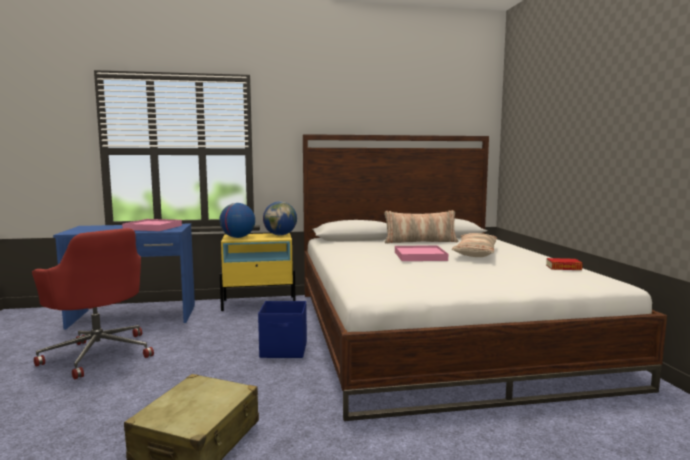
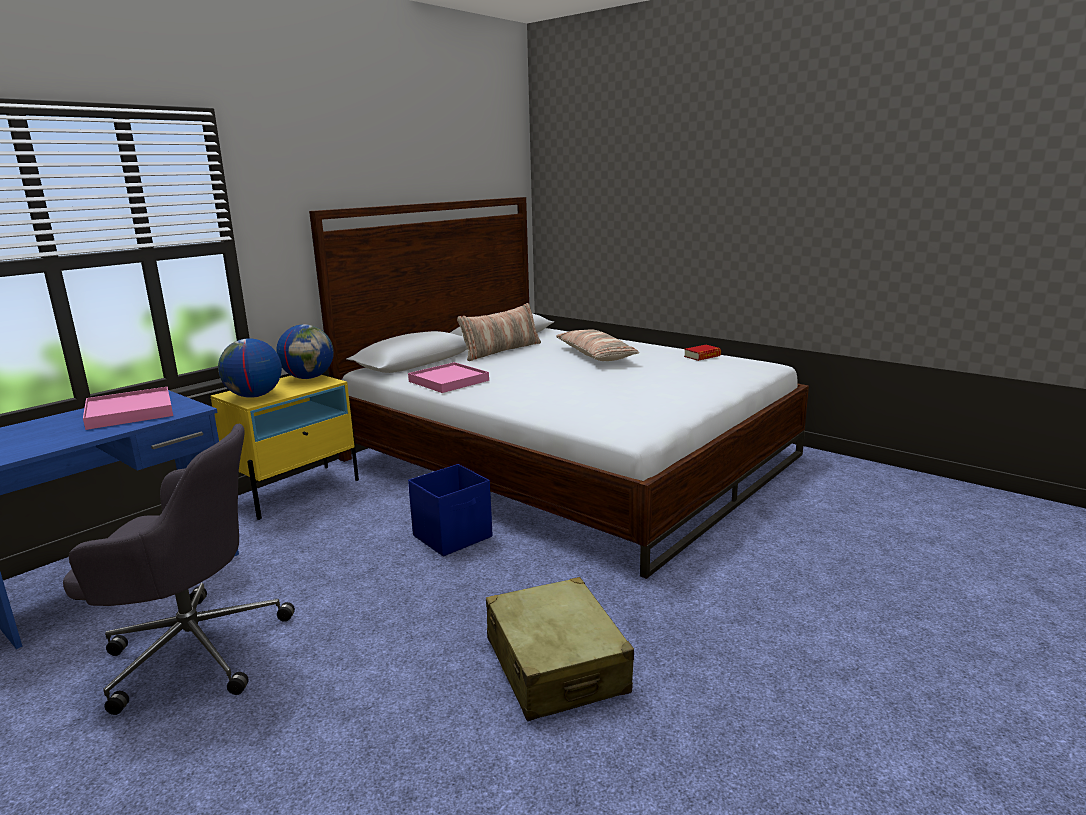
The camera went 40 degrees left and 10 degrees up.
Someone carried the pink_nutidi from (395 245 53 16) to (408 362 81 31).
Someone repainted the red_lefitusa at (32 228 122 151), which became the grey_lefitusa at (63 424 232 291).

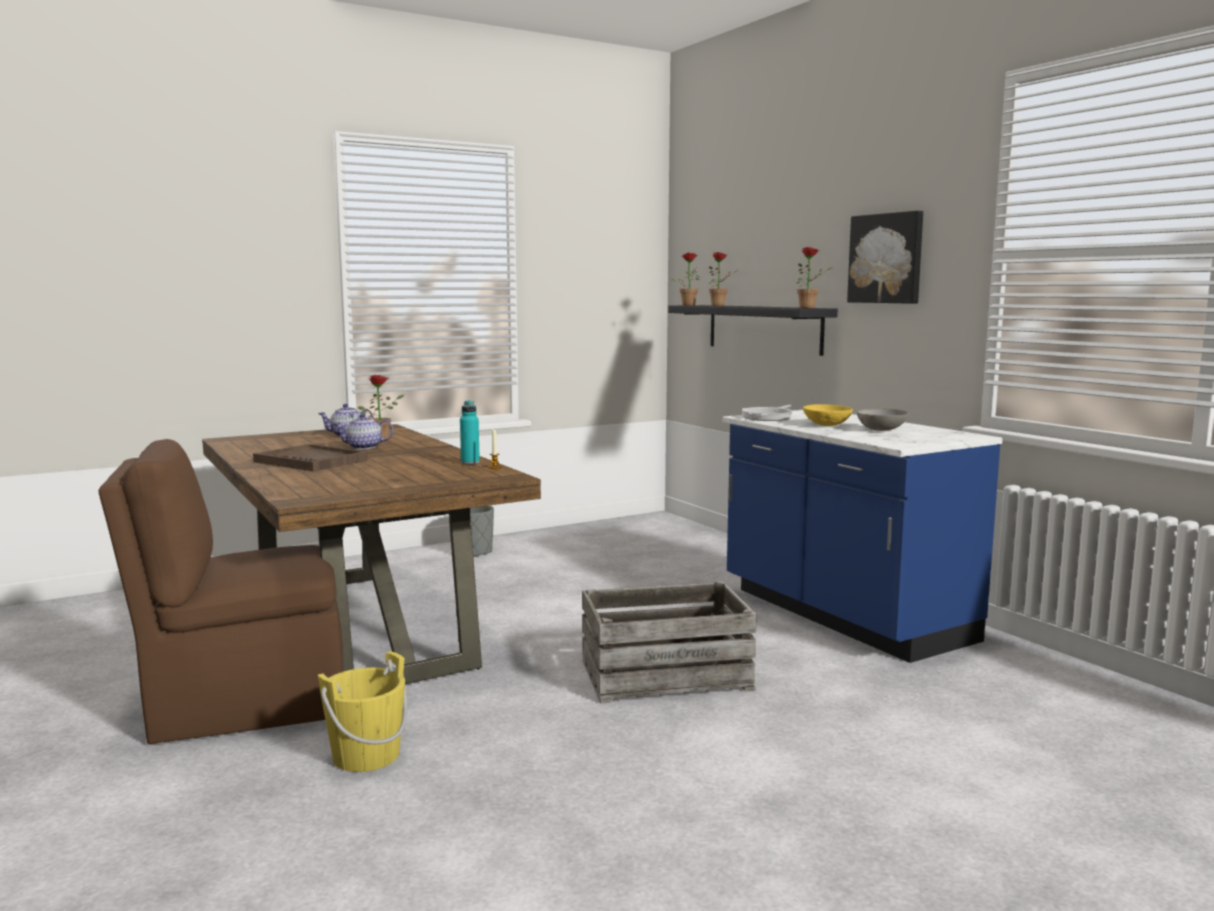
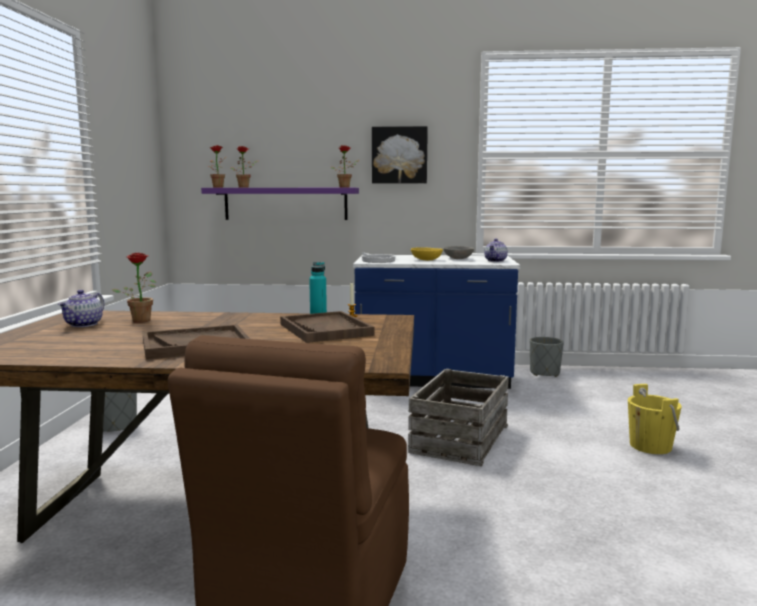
The camera went 55 degrees left and 0 degrees up.
Someone put down the brown_nutidi at (280 311 95 32).
Someone put down the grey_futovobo at (530 337 34 40).
Someone carried the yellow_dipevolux from (318 651 89 121) to (628 384 54 70).
Someone carried the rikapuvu from (333 414 60 35) to (484 239 24 23).
Someone repainted the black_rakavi at (668 305 170 51), which became the purple_rakavi at (201 188 158 32).

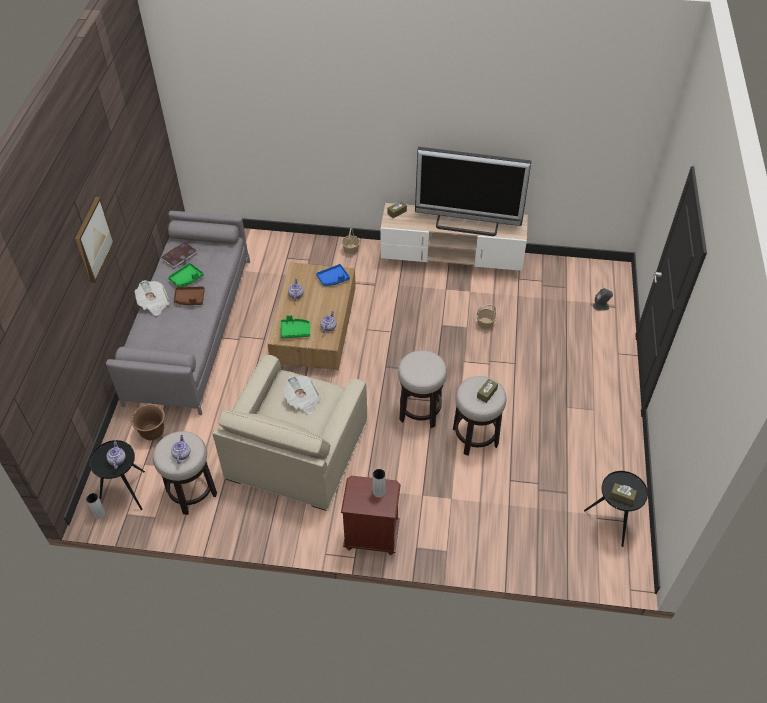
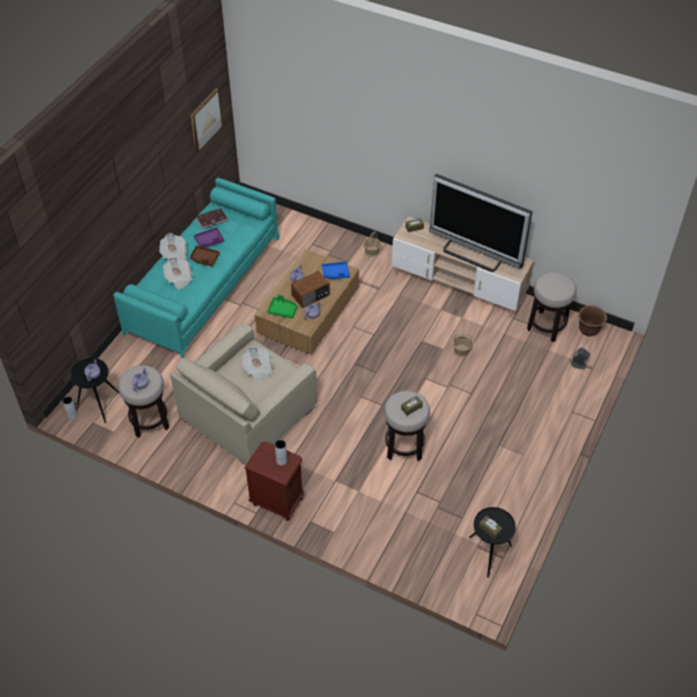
The camera went 20 degrees right and 0 degrees up.
Someone put down the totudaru at (163 257 30 33).
Someone put down the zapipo at (291 271 39 37).
Someone carried the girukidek from (75 197 39 86) to (190 88 33 65).
Someone carried the brown_futovobo from (131 404 34 36) to (578 305 29 31).
Someone carried the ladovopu from (398 350 49 78) to (527 272 49 70).
Someone repainted the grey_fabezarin at (106 211 144 204), which became the turquoise_fabezarin at (113 178 166 180).
Someone repainted the green_nutidi at (168 263 36 24), which became the purple_nutidi at (194 227 30 20).

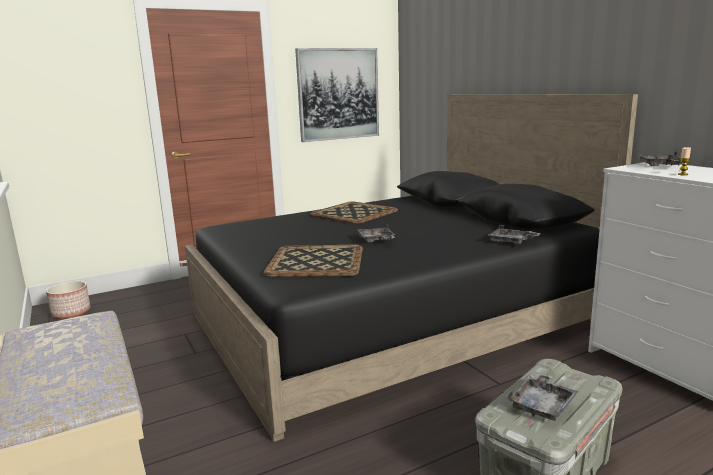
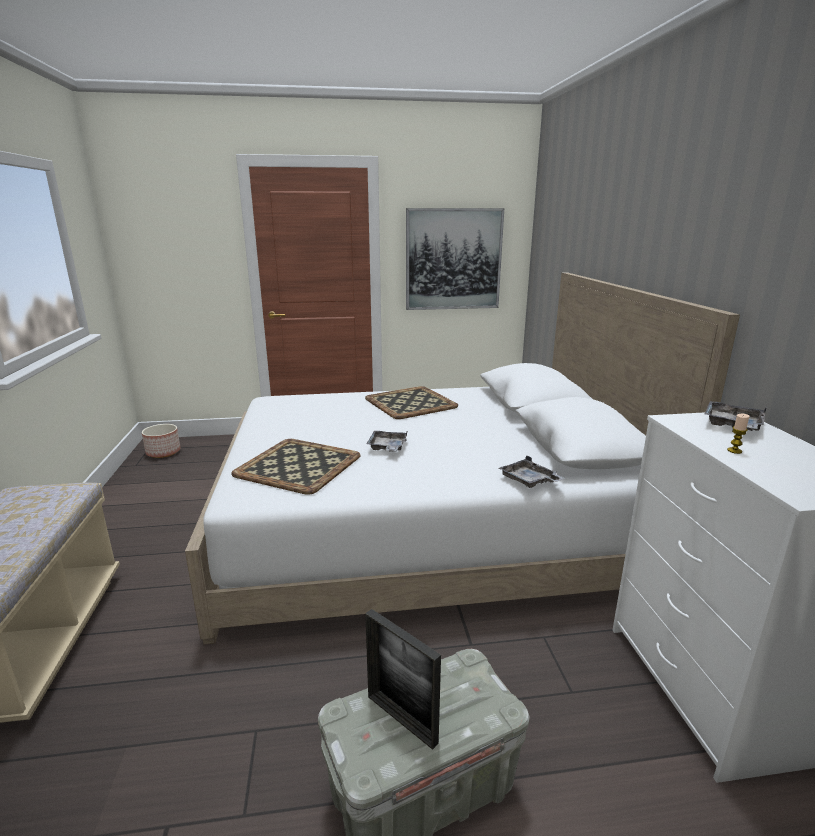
The camera went 20 degrees right and 5 degrees up.
Someone swapped the grey_nutidi at (508 372 70 49) for the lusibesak at (365 609 76 141).
Someone repainted the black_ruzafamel at (185 94 453 348), which became the white_ruzafamel at (185 273 555 372).

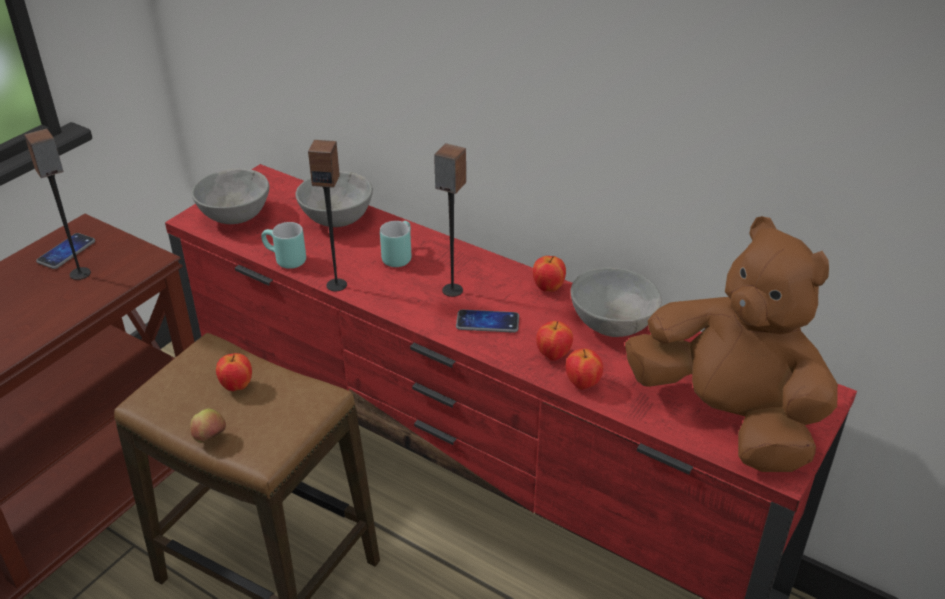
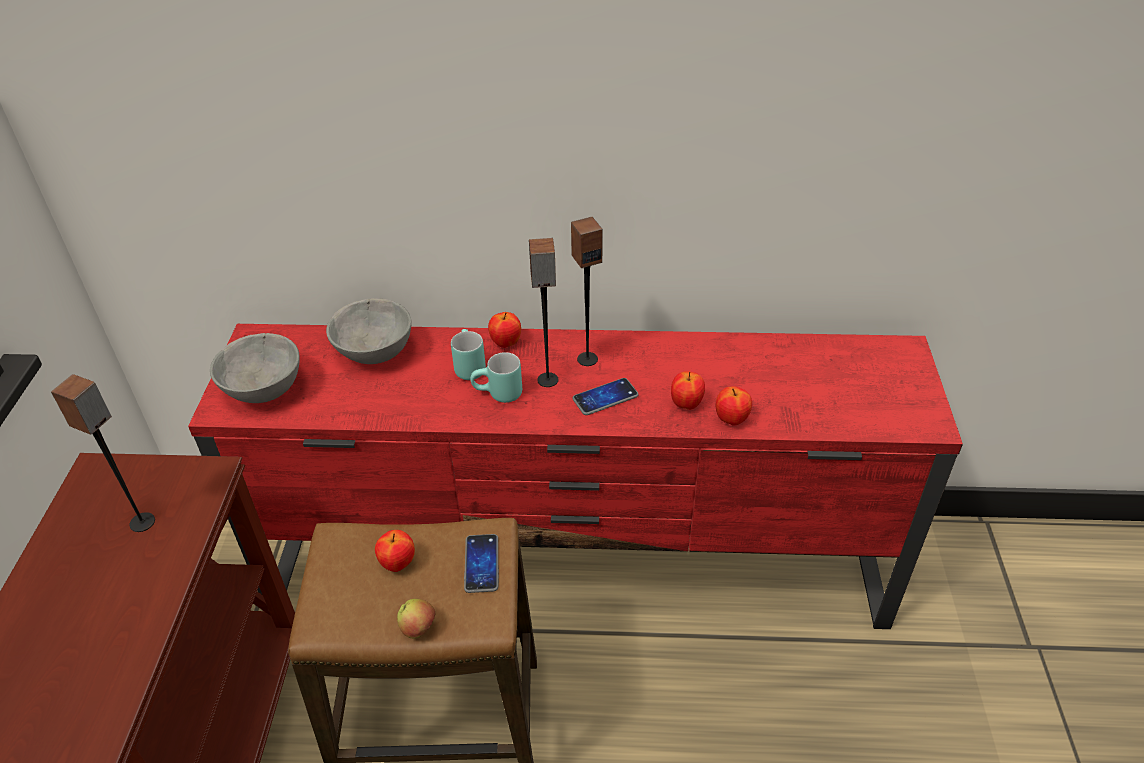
The camera went 30 degrees left and 5 degrees up.
Someone took away the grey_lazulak at (571 267 91 70).
Someone took away the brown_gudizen at (625 216 213 256).
Someone carried the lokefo from (36 233 59 36) to (464 534 35 59).
Someone carried the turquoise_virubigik from (261 222 45 47) to (471 352 51 51).
Someone carried the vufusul from (308 140 39 152) to (571 217 32 149).
Someone carried the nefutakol from (533 256 33 36) to (488 312 33 36).

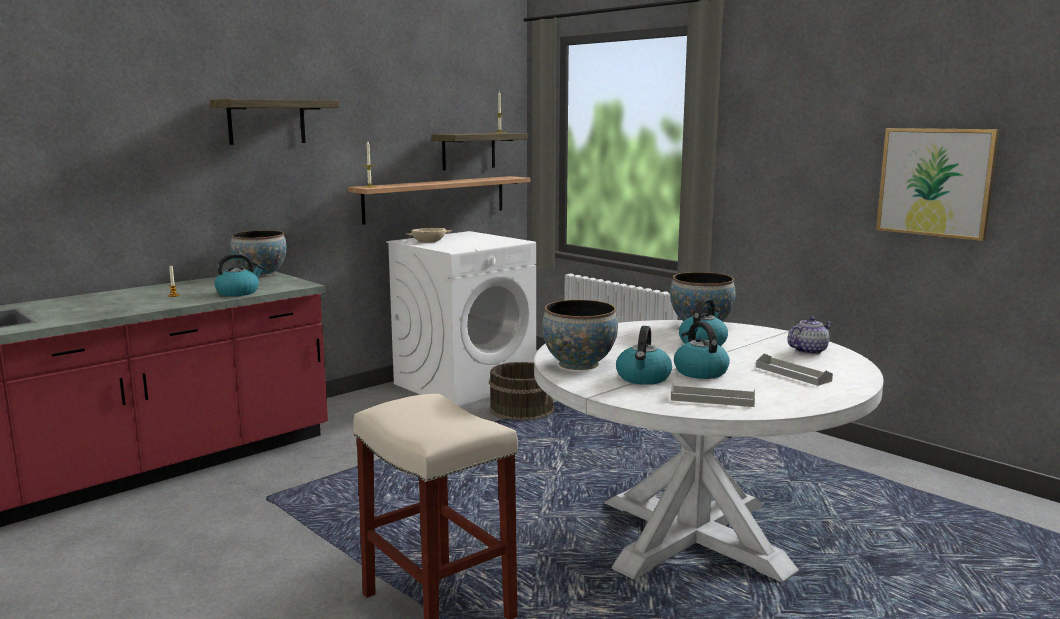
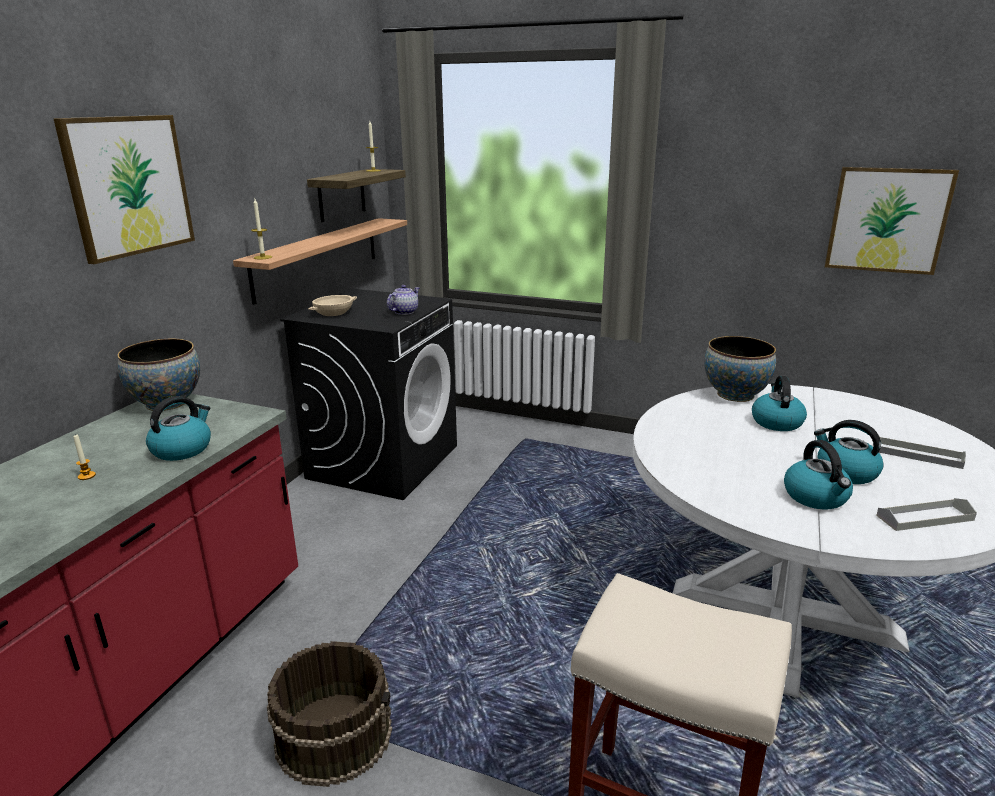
The camera went 25 degrees left and 10 degrees up.
Someone took away the lazulak at (542 300 76 70).
Someone carried the brown_dipevolux from (489 362 65 58) to (267 641 125 146).
Someone carried the rikapuvu from (787 316 45 39) to (387 285 32 30).
Someone swapped the rakavi at (210 99 129 46) for the girukidek at (53 115 142 149).
Someone repainted the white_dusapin at (386 231 150 176), which became the black_dusapin at (280 289 177 211).

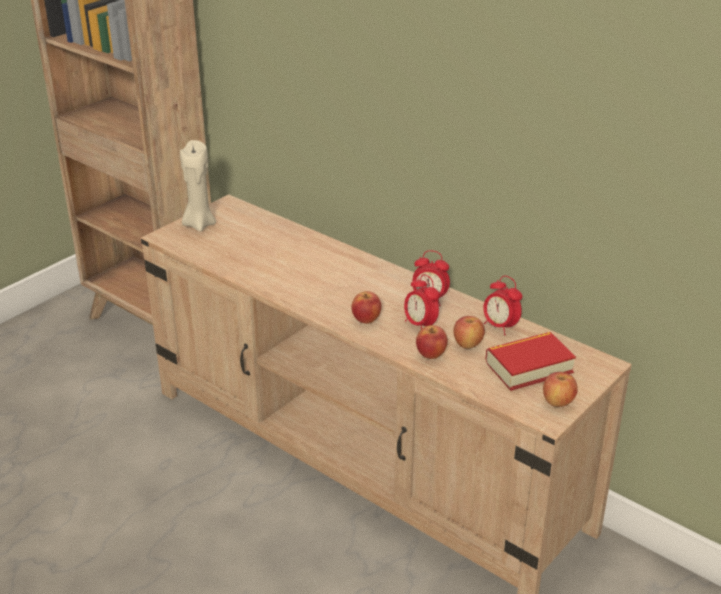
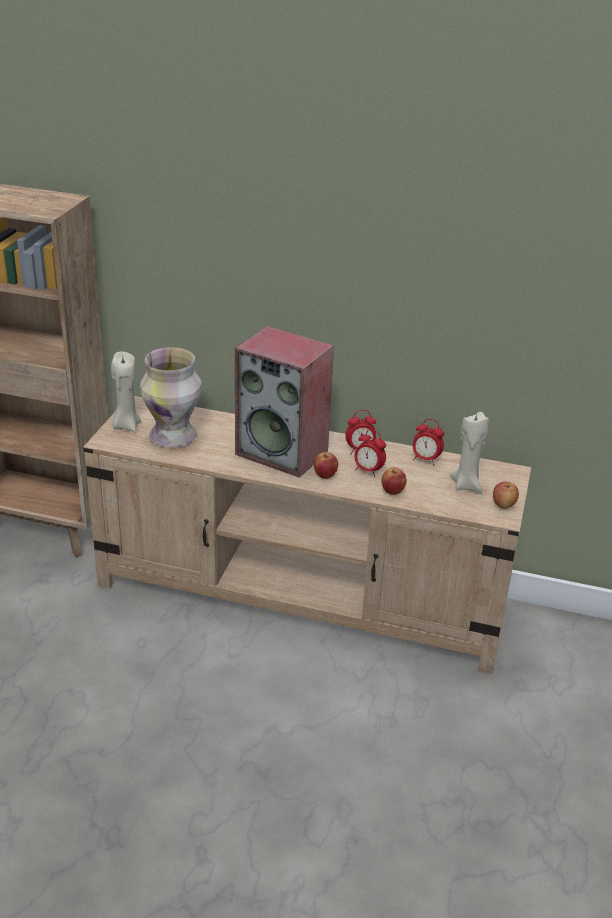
The camera went 25 degrees left and 0 degrees up.
Someone took away the nefutakol at (454 316 31 33).
Someone put down the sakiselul at (140 347 62 101).
Someone put down the vufusul at (235 326 99 152).
Someone swapped the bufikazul at (486 332 90 59) for the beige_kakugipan at (450 412 39 80).

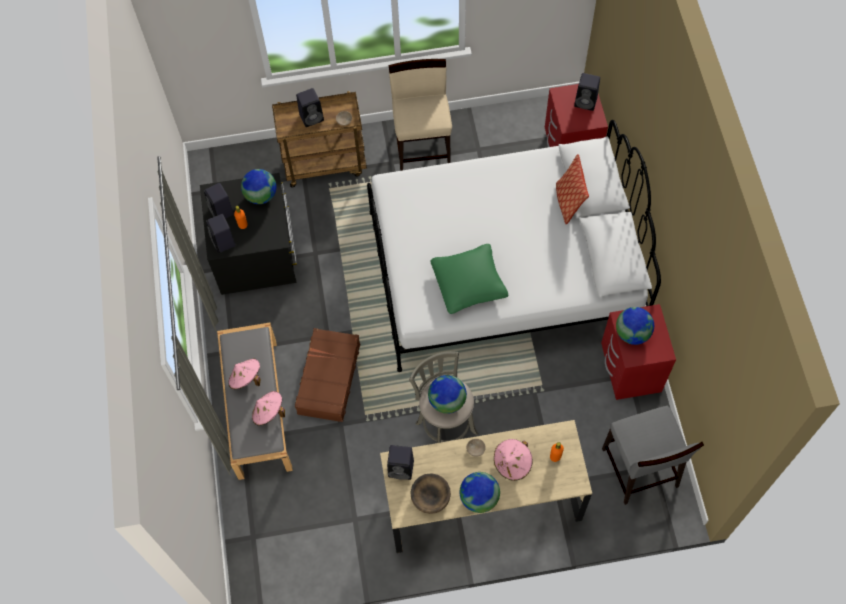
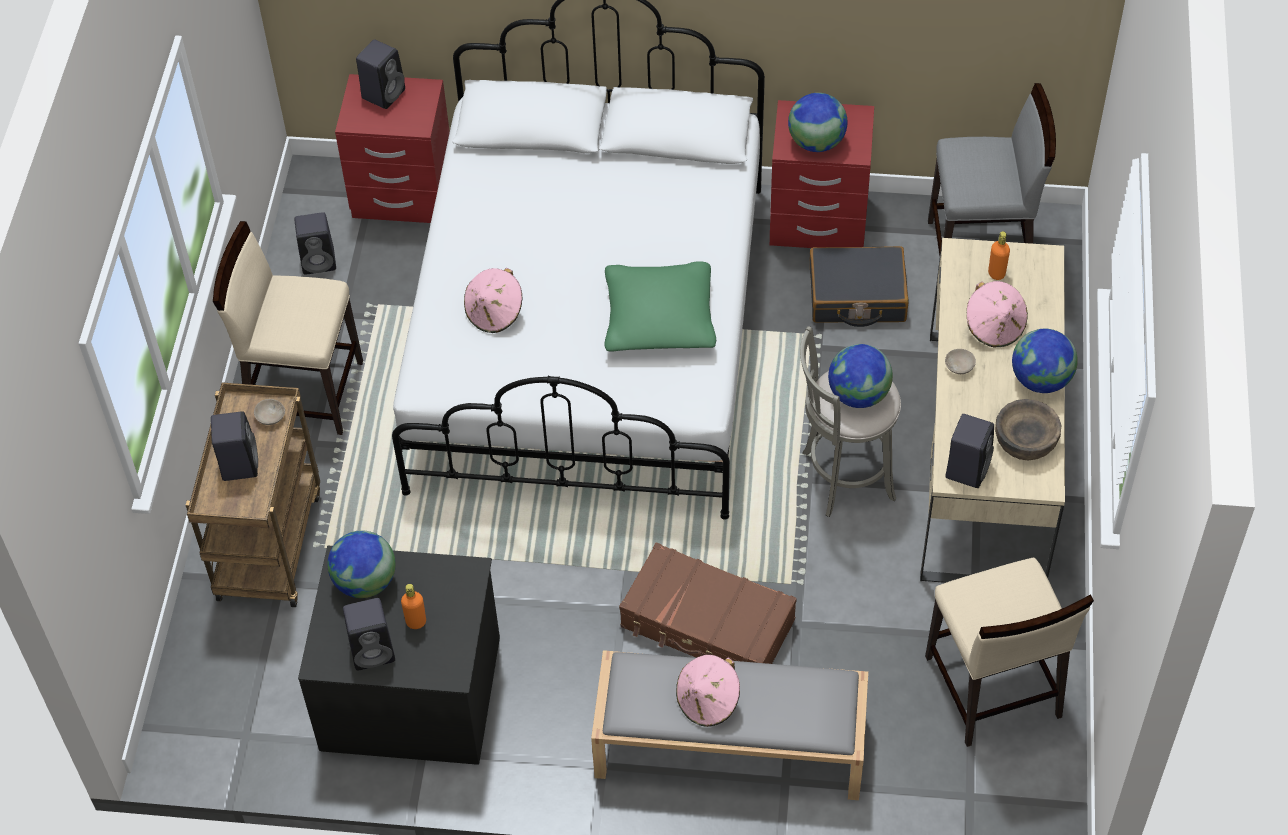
The camera went 75 degrees left and 10 degrees down.
Someone took away the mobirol at (556 154 33 71).
Someone put down the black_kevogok at (810 246 99 81).
Someone put down the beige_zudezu at (925 558 169 189).
Someone carried the black_vufusul from (206 214 30 39) to (294 212 42 63).
Someone carried the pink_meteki from (252 391 33 35) to (464 268 58 65).

